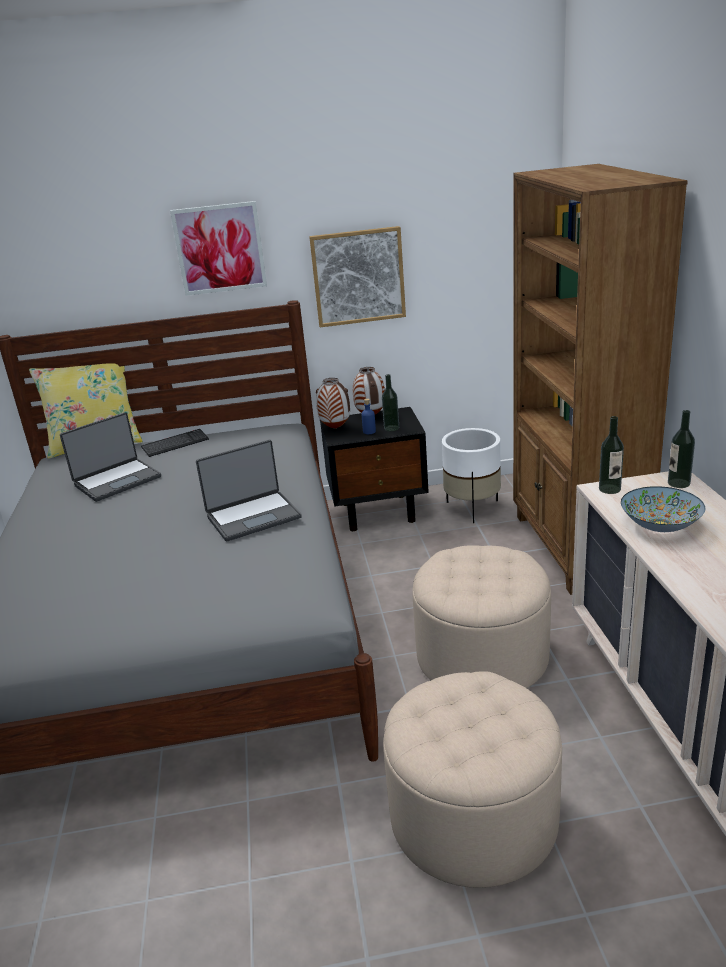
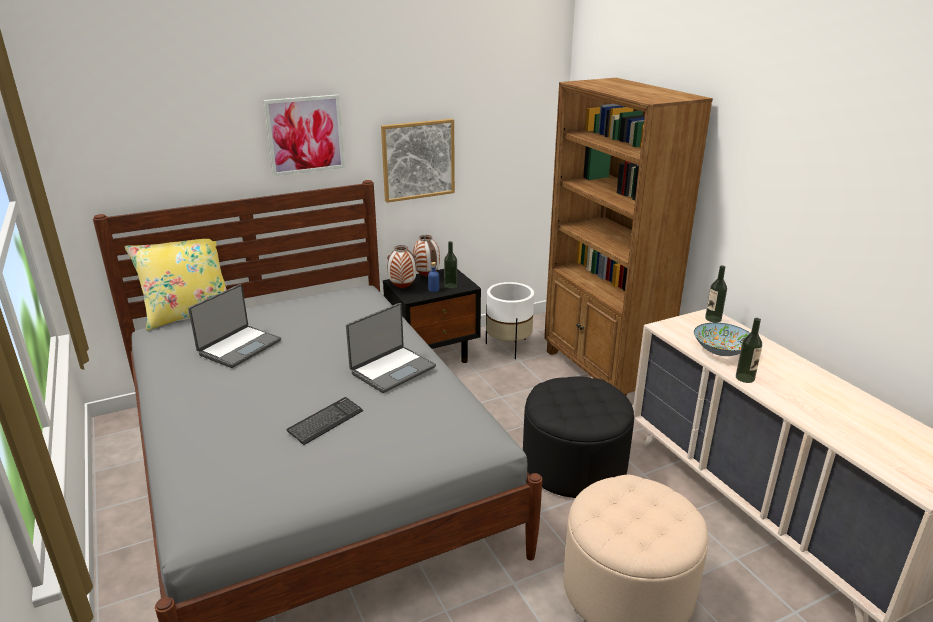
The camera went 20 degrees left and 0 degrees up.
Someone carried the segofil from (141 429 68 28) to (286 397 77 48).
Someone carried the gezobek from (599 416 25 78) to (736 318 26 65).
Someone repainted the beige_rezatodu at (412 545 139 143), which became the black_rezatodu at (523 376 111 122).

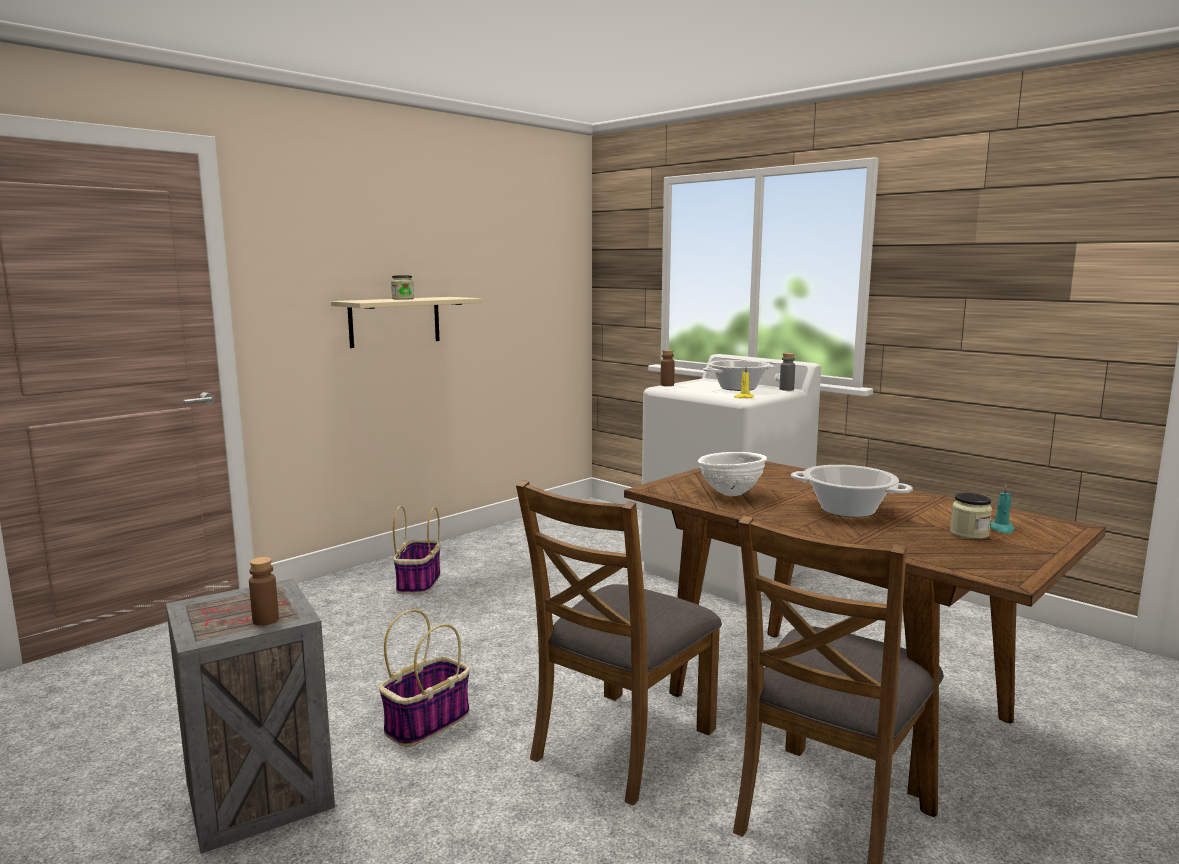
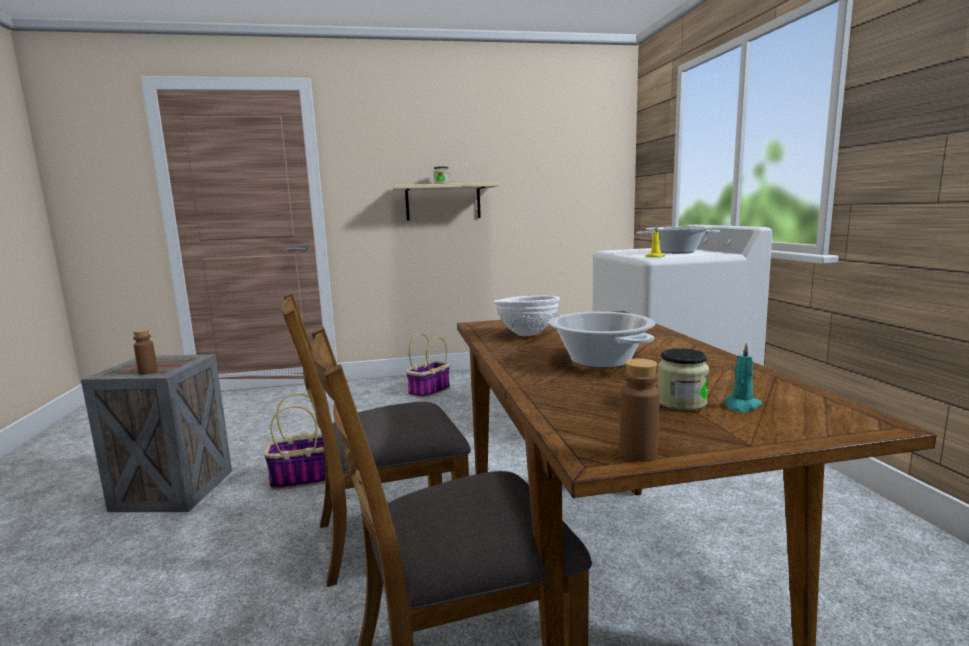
The camera went 35 degrees right and 0 degrees up.
Someone took away the grey_gezobek at (780 353 15 38).
Someone carried the brown_gezobek from (660 350 15 36) to (620 358 40 104).

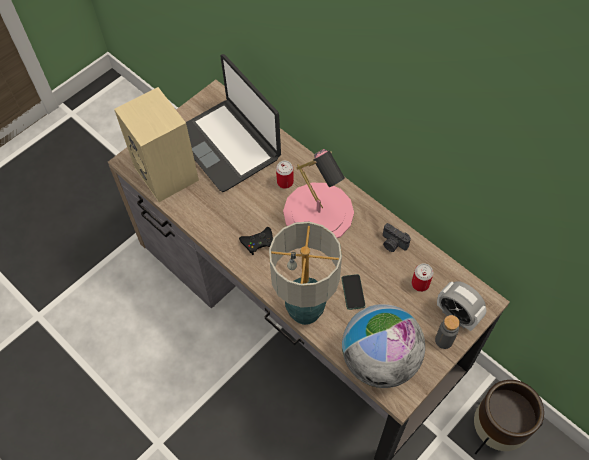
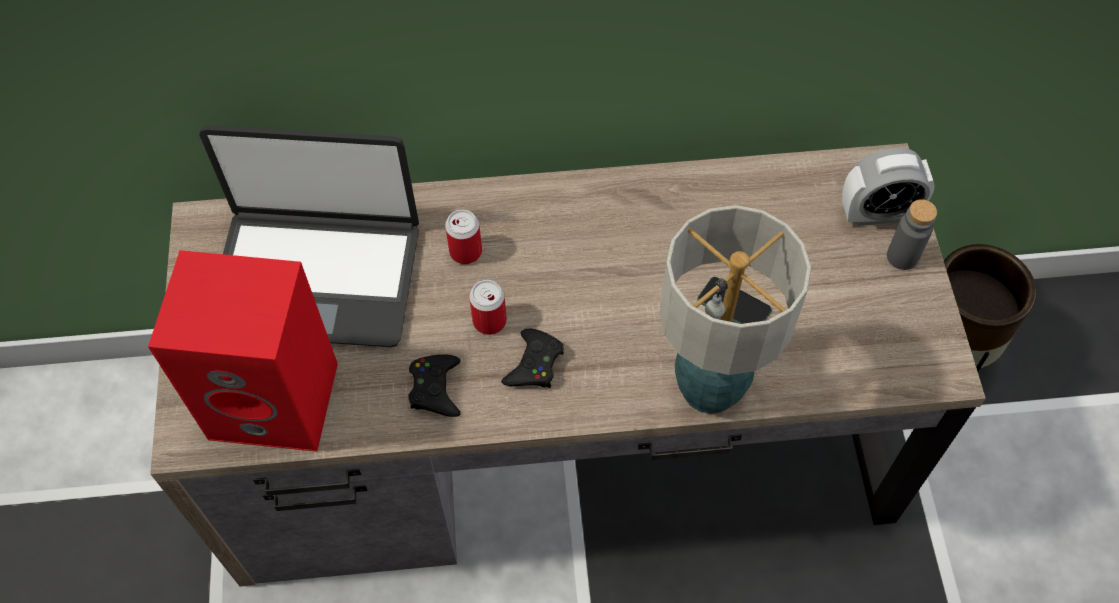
The camera went 50 degrees left and 0 degrees up.
Someone took away the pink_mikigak at (283 149 71 89).
Someone took away the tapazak at (342 304 83 84).
Someone took away the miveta at (383 223 28 29).
Someone put down the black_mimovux at (408 354 53 63).
Someone carried the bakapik from (411 263 22 29) to (469 280 38 55).
Someone repainted the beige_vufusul at (114 87 85 115), which became the red_vufusul at (148 250 190 202).

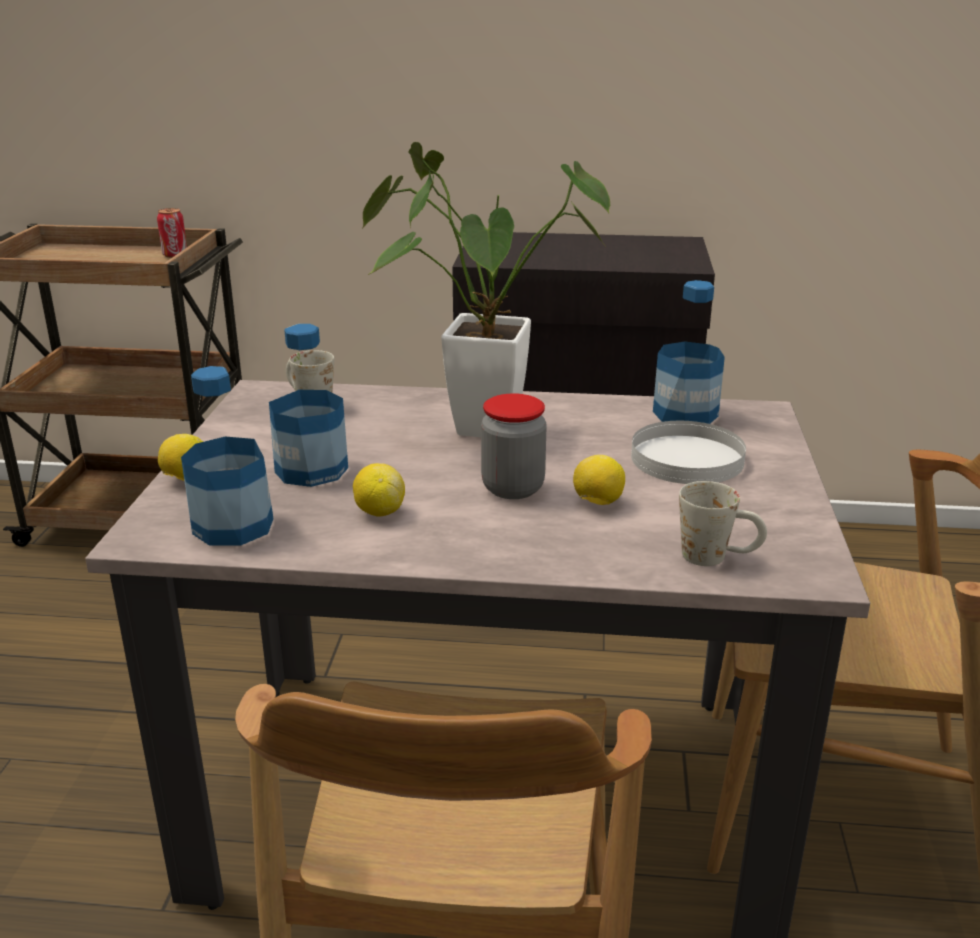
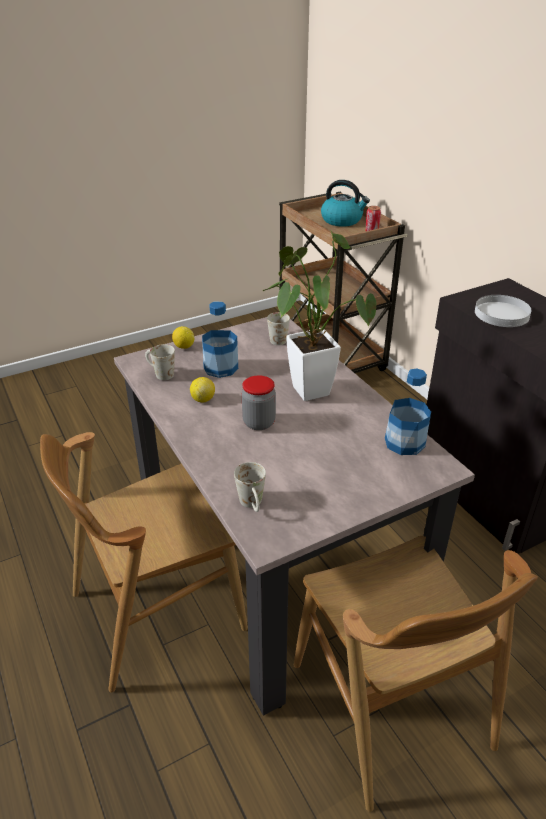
The camera went 55 degrees right and 10 degrees up.
Someone took away the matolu at (573 455 52 50).
Someone put down the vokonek at (321 180 49 46).
Someone carried the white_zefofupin from (631 421 115 63) to (475 295 56 32).
Someone swapped the gezobek at (181 366 93 180) for the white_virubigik at (145 344 30 36).

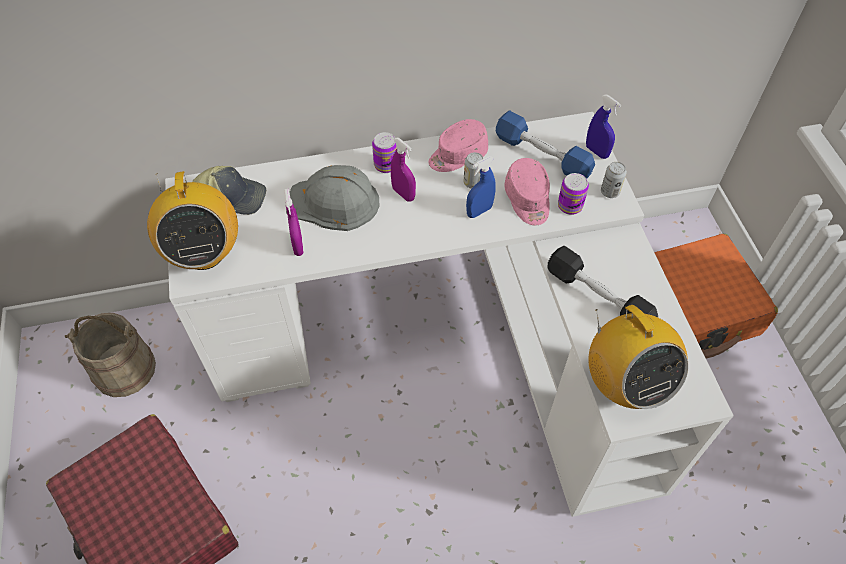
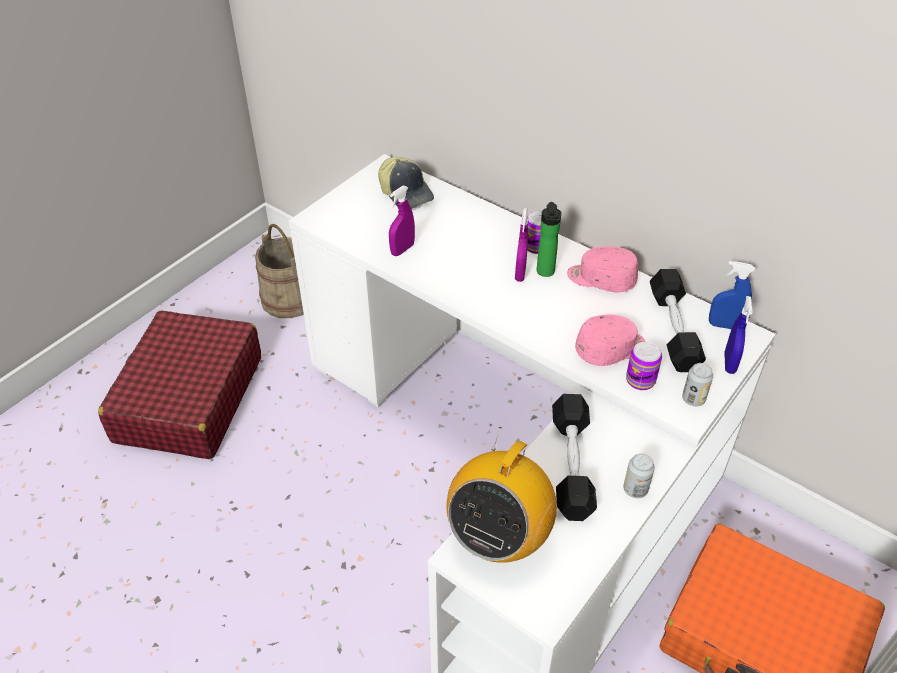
The camera went 50 degrees right and 10 degrees down.
Someone took away the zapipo at (147 171 91 99).
Someone took away the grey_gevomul at (286 165 93 66).
Someone put down the gezobek at (537 202 24 75).
Someone carried the bakapik from (464 152 19 37) to (623 453 32 45).
Someone carried the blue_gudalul from (466 156 30 62) to (709 261 46 68).
Someone repainted the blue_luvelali at (496 110 99 69), which became the black_luvelali at (650 269 56 103).
Someone rotated the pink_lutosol at (504 158 46 67) by 150 degrees counterclockwise.

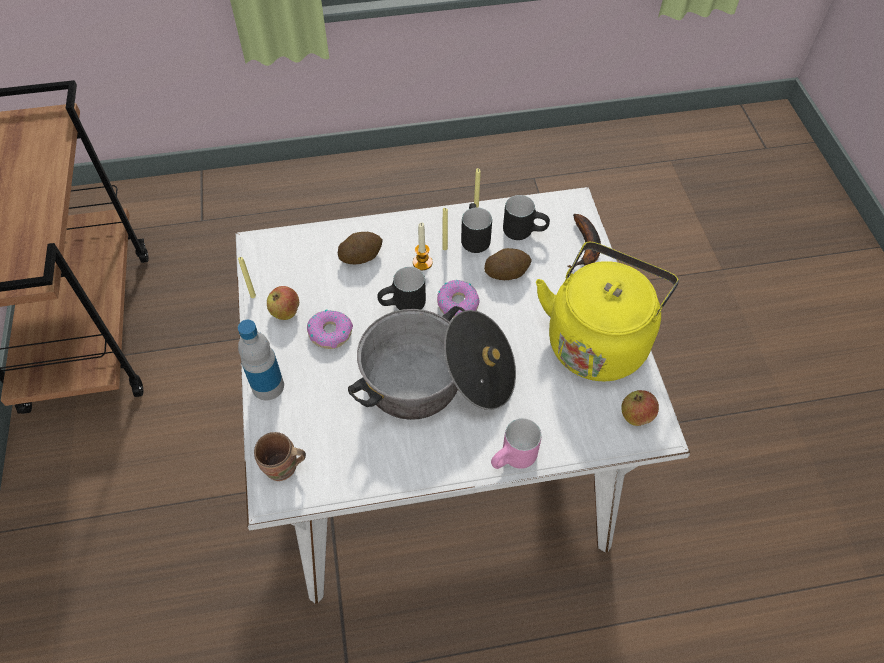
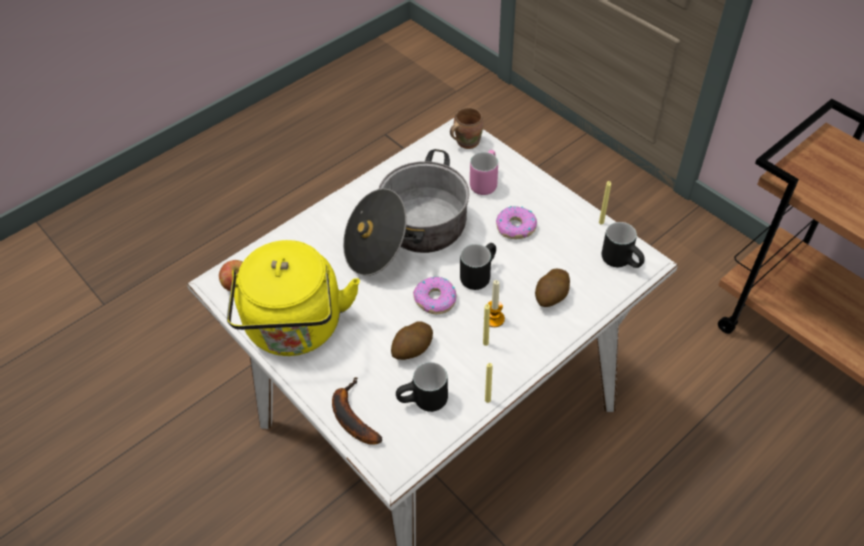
The camera went 150 degrees right and 5 degrees down.
Someone took away the gezobek at (238 320 46 81).
Someone took away the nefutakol at (267 286 32 34).
Someone carried the black_virubigik from (461 203 31 50) to (602 222 43 46).
Someone carried the pink_virubigik from (491 418 50 51) to (470 150 28 45).

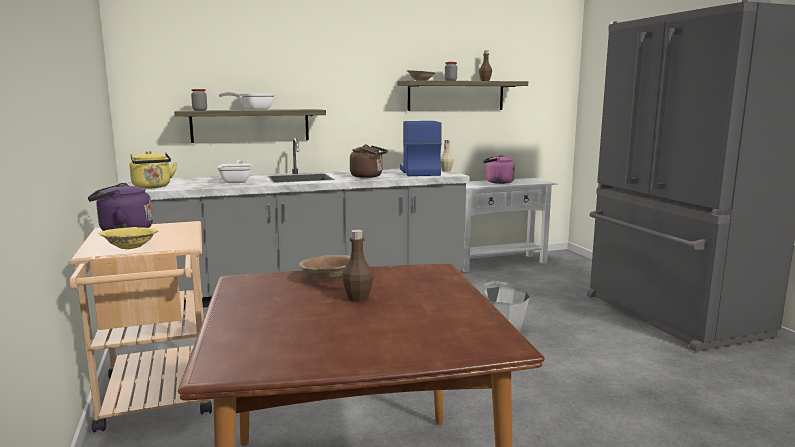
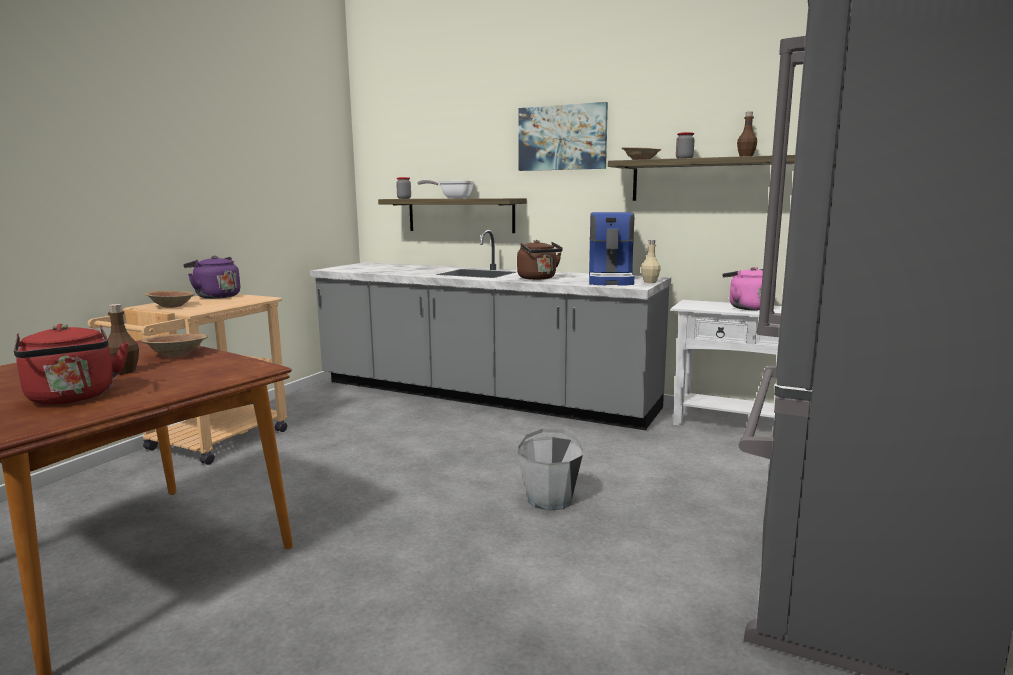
The camera went 45 degrees right and 0 degrees up.
Someone took away the yellow_vokonek at (130 151 47 37).
Someone took away the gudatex at (217 160 36 23).
Someone put down the red_vokonek at (14 324 114 81).
Someone put up the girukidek at (518 102 90 69).
Someone repainted the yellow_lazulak at (99 227 60 22), which became the brown_lazulak at (144 291 51 17).
Someone rotated the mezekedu at (400 121 42 55) by 150 degrees clockwise.

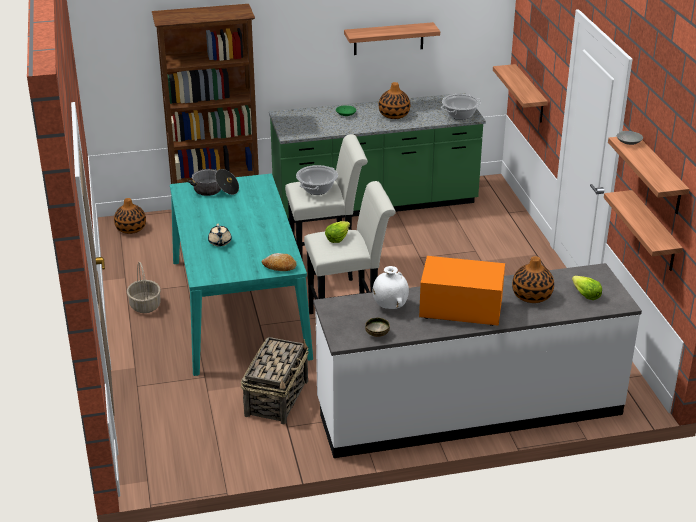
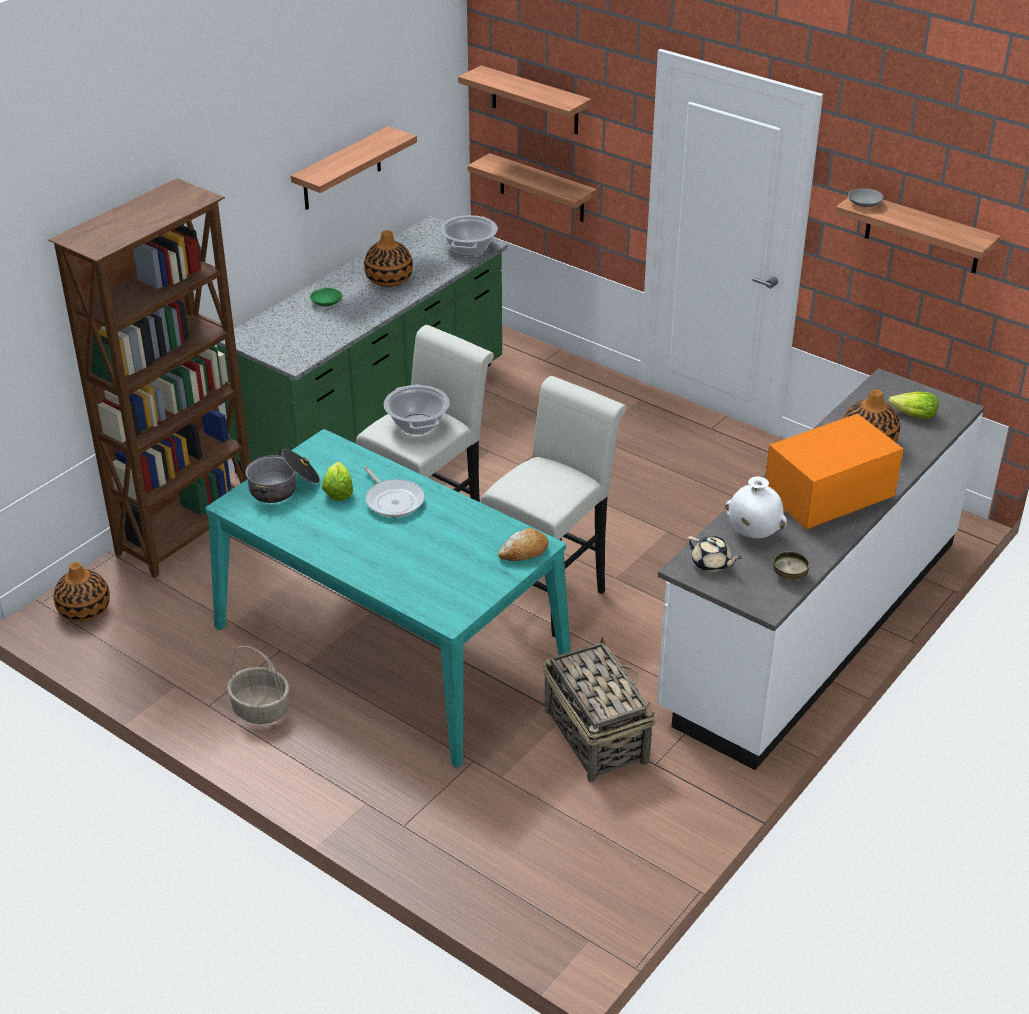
The camera went 40 degrees left and 5 degrees up.
Someone put down the gudatex at (364 467 61 50).
Someone carried the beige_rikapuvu from (208 224 24 23) to (687 536 55 36).
Someone carried the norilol from (325 221 25 22) to (322 462 31 39).
Someone carried the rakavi from (604 190 79 81) to (458 65 134 69).

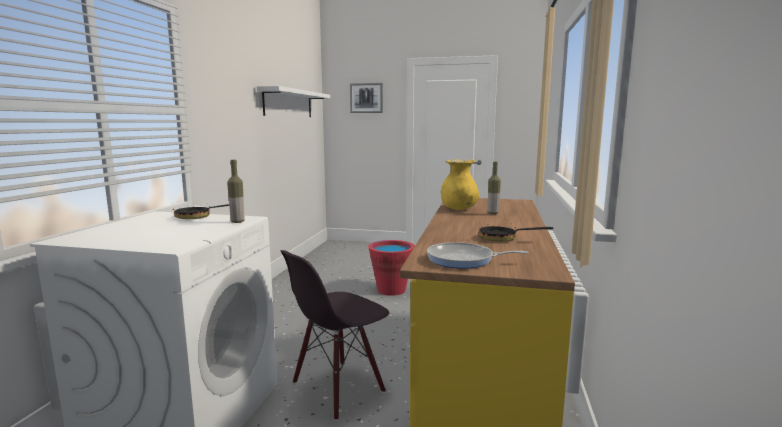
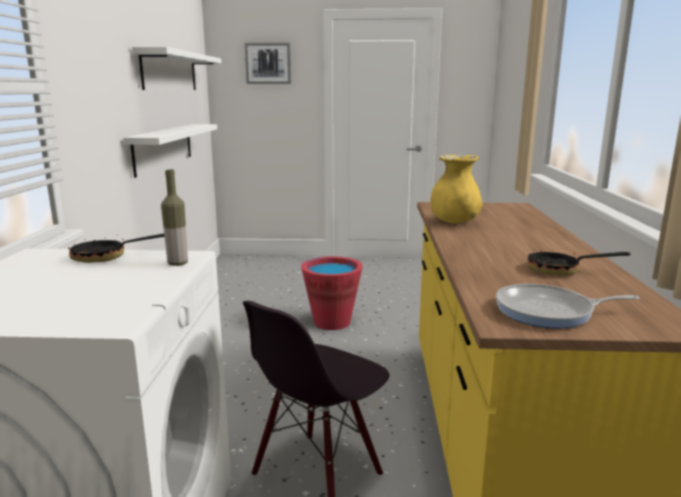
The camera went 10 degrees left and 5 degrees up.
Someone took away the gezobek at (488 162 13 52).
Someone put up the white_rakavi at (123 124 94 54).

